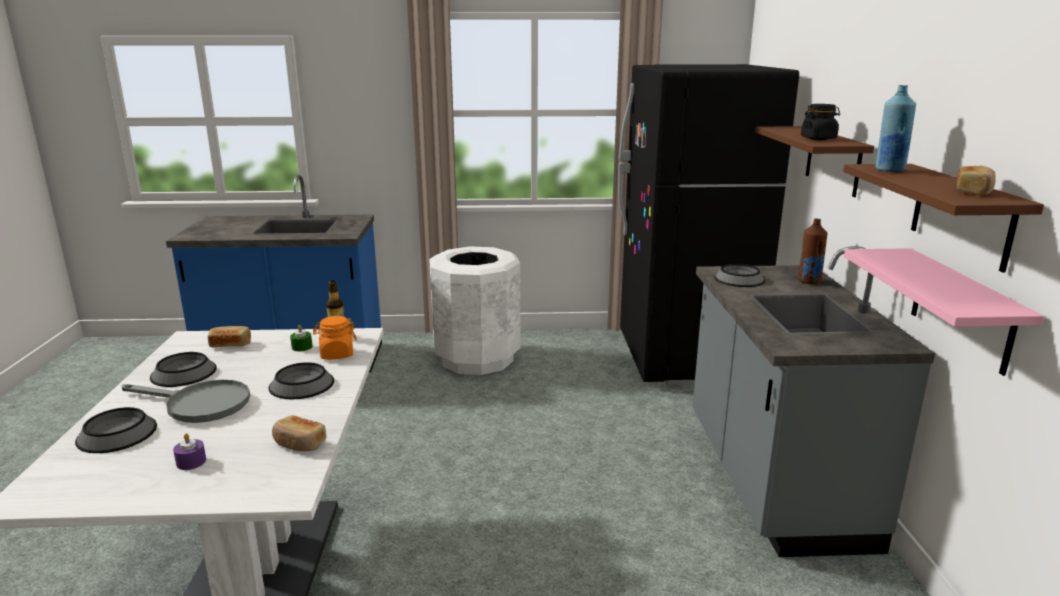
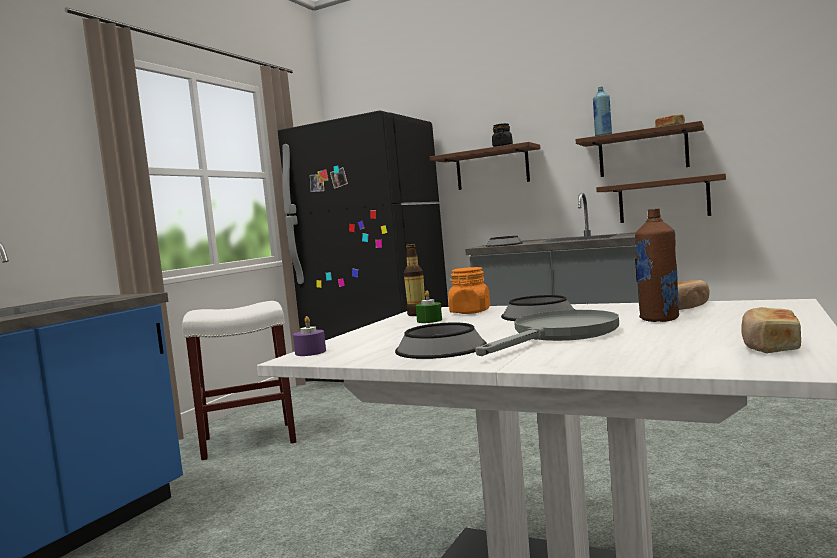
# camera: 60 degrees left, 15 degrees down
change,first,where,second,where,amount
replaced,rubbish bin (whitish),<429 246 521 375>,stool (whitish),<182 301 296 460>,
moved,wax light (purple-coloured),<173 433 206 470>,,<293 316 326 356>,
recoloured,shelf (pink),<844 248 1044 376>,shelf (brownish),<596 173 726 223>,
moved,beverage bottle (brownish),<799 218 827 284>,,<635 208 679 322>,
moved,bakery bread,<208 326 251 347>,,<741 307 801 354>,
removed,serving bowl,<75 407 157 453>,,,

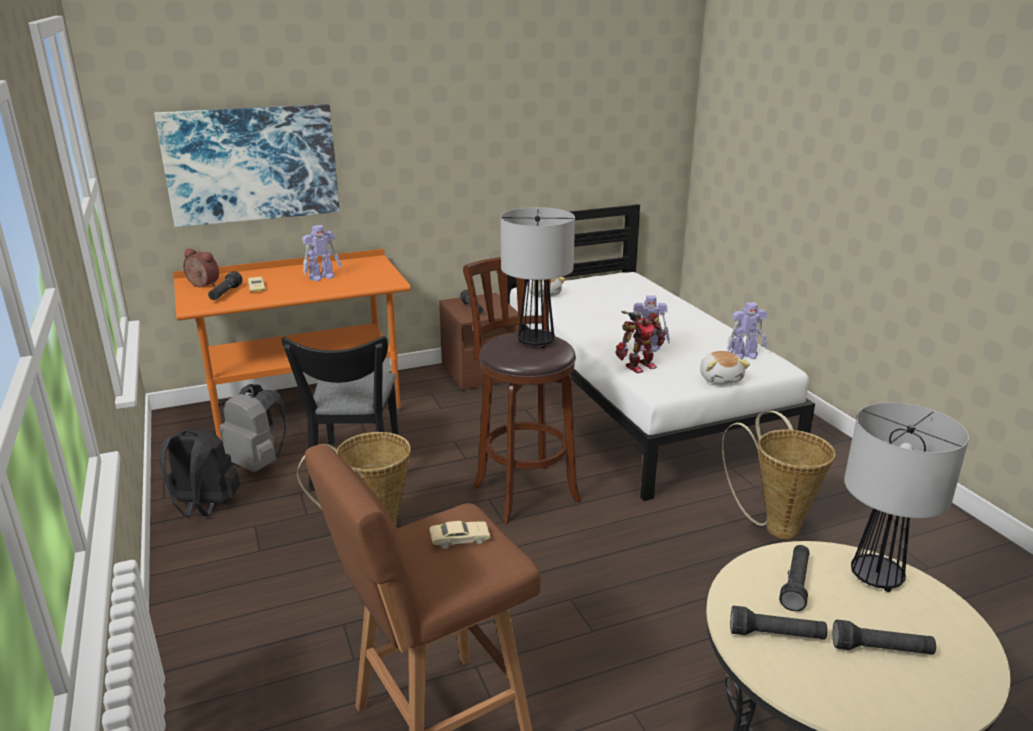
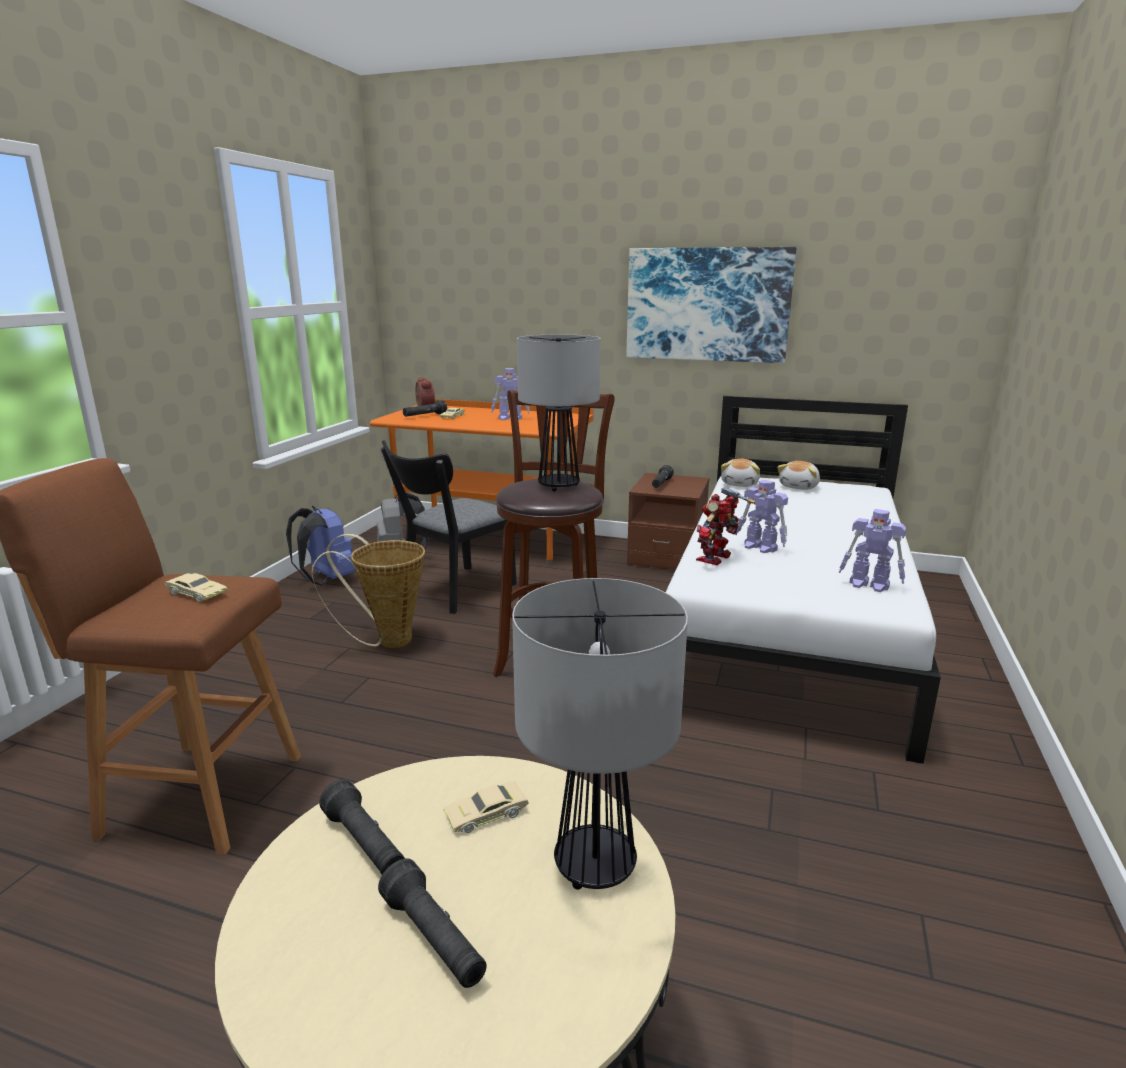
# camera: 40 degrees right, 5 degrees down
change,first,where,second,where,amount
recoloured,knapsack (black),<158 429 240 516>,knapsack (blue),<286 506 356 585>,
replaced,hand torch (black),<779 545 809 611>,toy car (beige-coloured),<443 781 529 833>,
moved,picture,<154 104 340 227>,,<626 247 797 363>,
turned,robot figure,<615 311 666 373>,,<696 487 755 565>,120 degrees clockwise
moved,soft toy,<700 351 750 384>,,<777 461 820 490>,
removed,storage basket,<722 411 835 539>,,,

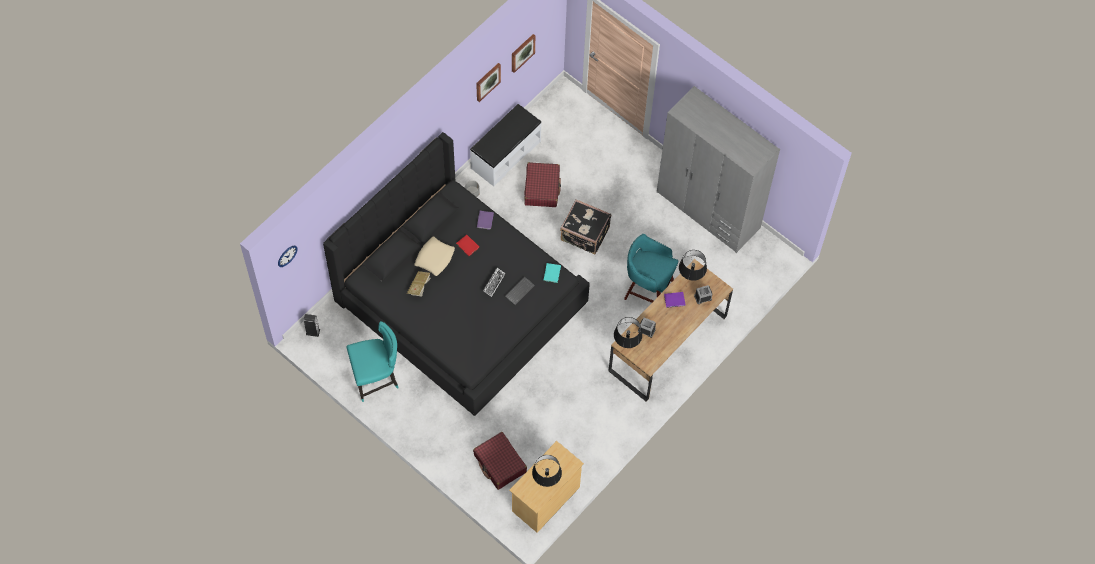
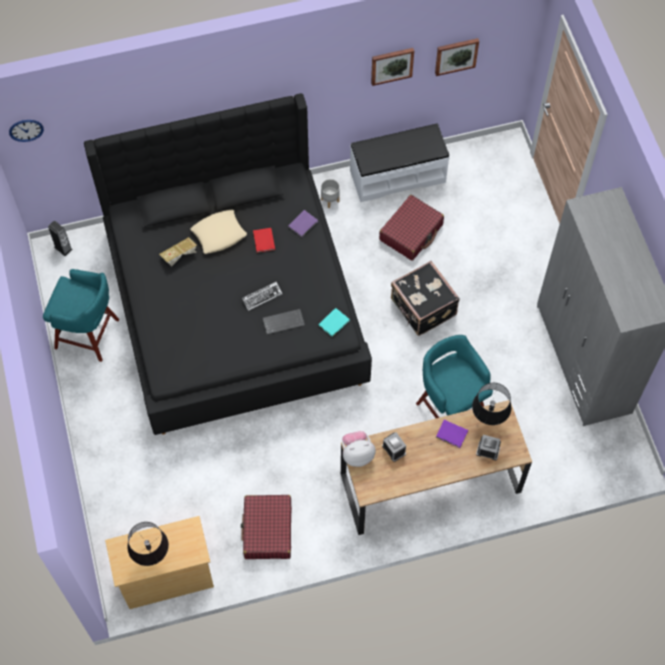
# camera: 35 degrees right, 0 degrees up
change,first,where,second,where,amount
replaced,chair (turquoise),<347 321 399 402>,stool (turquoise),<43 269 119 362>,
moved,piece of luggage (red-coloured),<473 432 527 490>,,<241 495 292 559>,
replaced,tabletop lamp (black),<614 317 642 348>,soft toy,<342 431 376 467>,

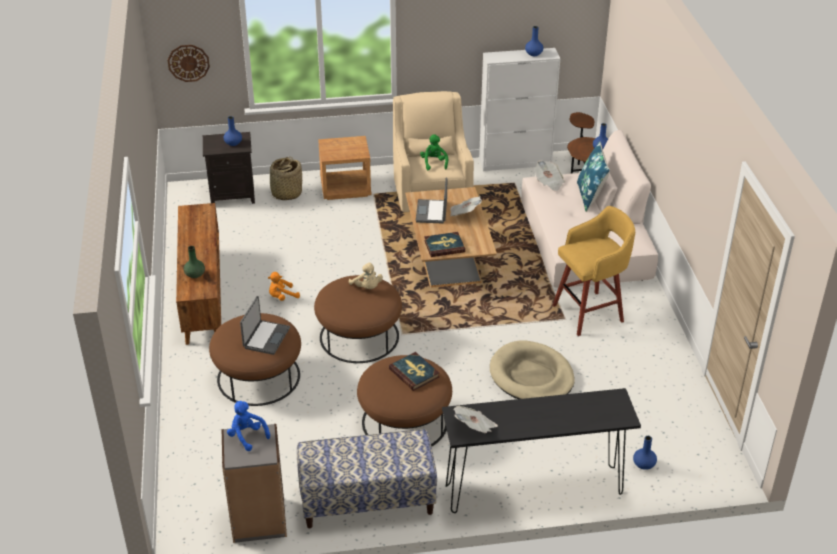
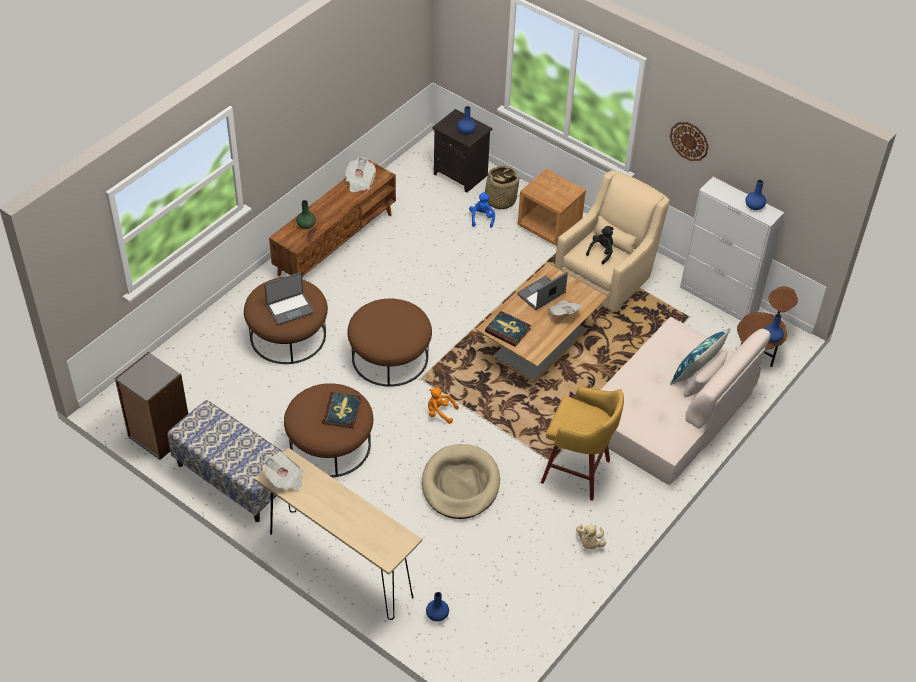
# camera: 45 degrees right, 10 degrees up
change,first,where,second,where,amount
recoloured,hall table (black),<442 388 641 513>,hall table (beige-coloured),<254 448 422 620>,
moved,newspaper,<534 160 565 192>,,<345 157 376 192>,
moved,soft toy (orangey),<268 272 300 301>,,<428 388 459 424>,
moved,soft toy (blue),<227 401 270 451>,,<469 192 495 228>,
moved,soft toy (beige-coloured),<349 262 383 289>,,<576 524 606 549>,
recoloured,soft toy (green),<420 134 448 170>,soft toy (black),<586 226 614 265>,
moved,wall clock,<168 45 210 82>,,<670 122 709 161>,

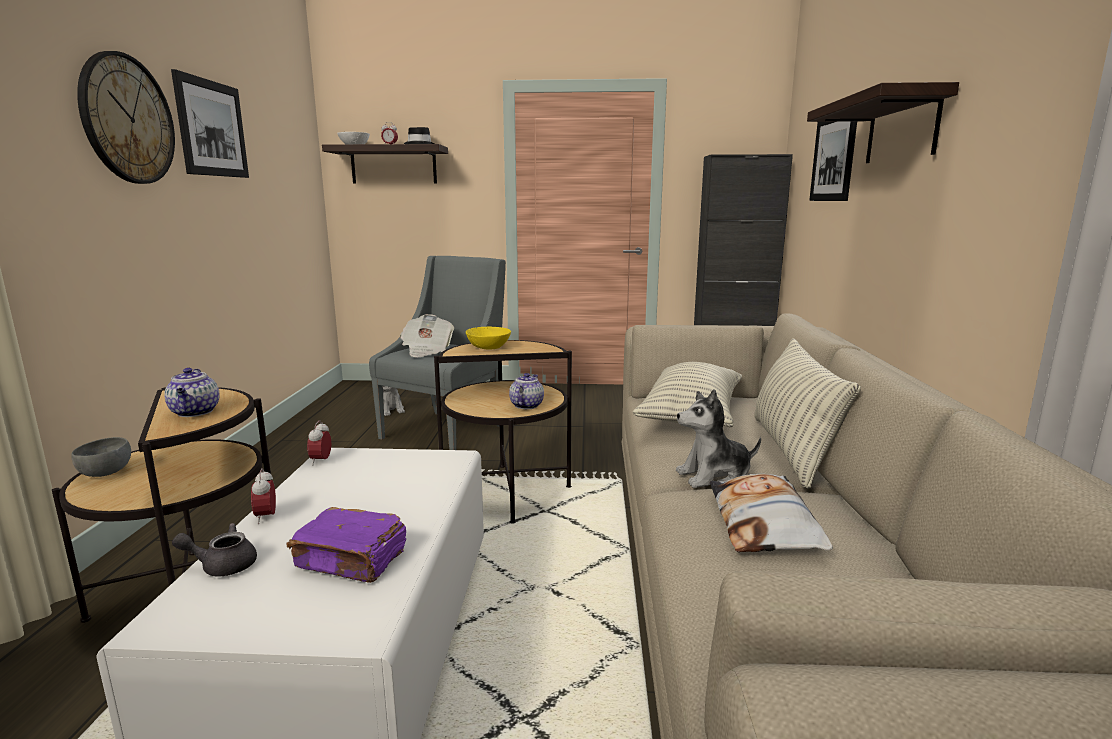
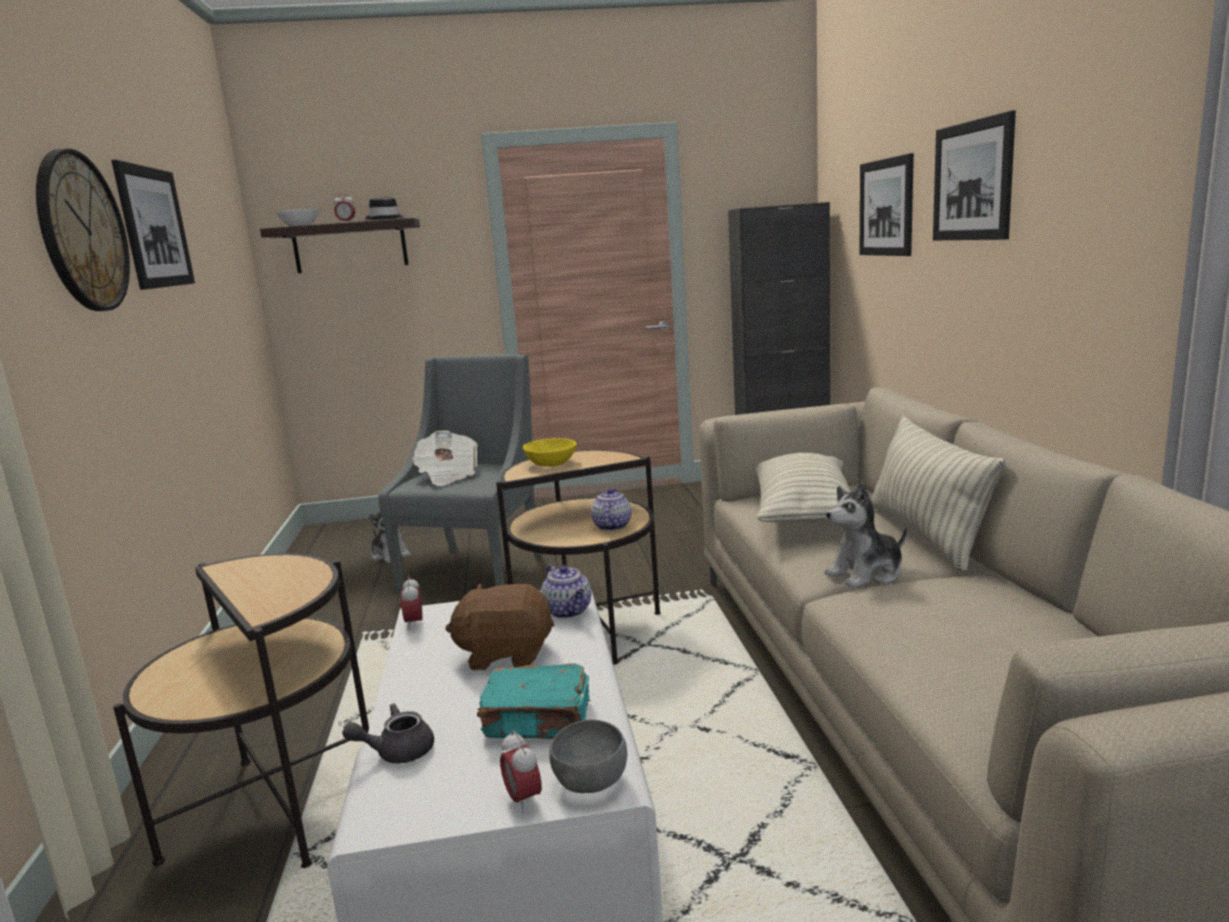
# camera: 10 degrees left, 0 degrees up
change,first,where,second,where,amount
added,,,soft toy (brownish),<445 584 554 670>,
recoloured,volume (purple-coloured),<286 507 406 583>,volume (turquoise),<477 663 591 739>,
moved,alarm clock,<251 468 276 524>,,<500 730 542 813>,
moved,teapot,<164 368 220 417>,,<541 564 591 618>,
moved,serving bowl (grey),<71 437 131 477>,,<549 720 627 793>,
replaced,shelf,<807 82 959 163>,picture,<933 110 1016 240>,
removed,cushion,<709 474 833 552>,,,

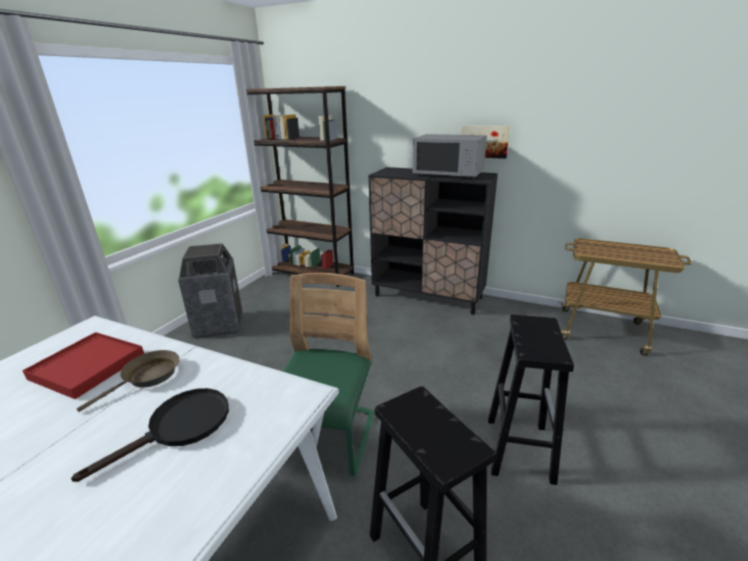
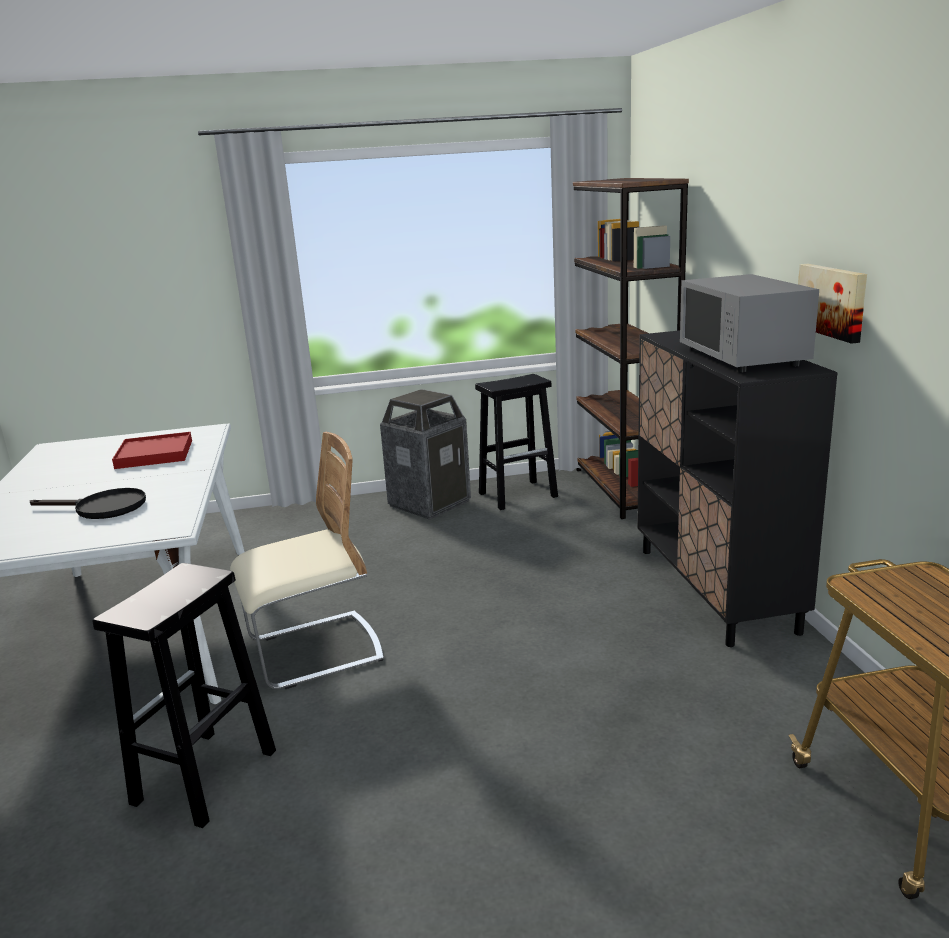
# camera: 55 degrees right, 5 degrees down
change,first,where,second,where,amount
recoloured,chair (green),<283 273 375 476>,chair (beige-coloured),<230 432 384 689>,
moved,stool (black),<488 315 574 485>,,<475 374 558 510>,
removed,frying pan (brownish),<77 350 179 412>,,,

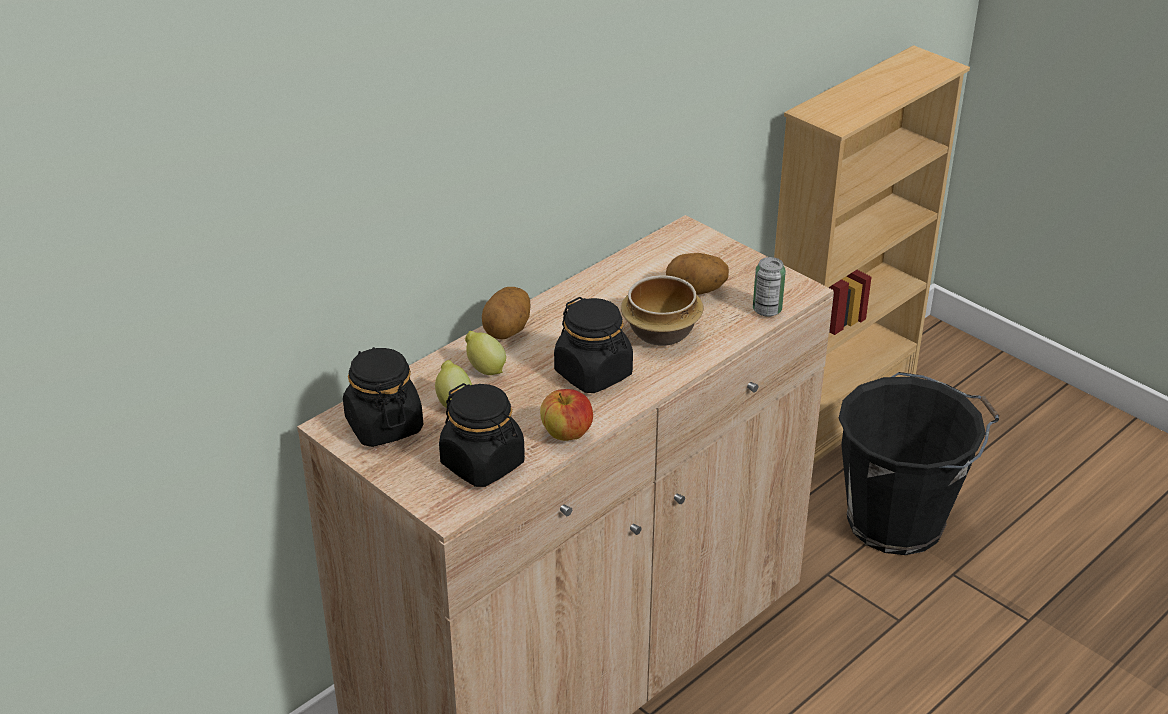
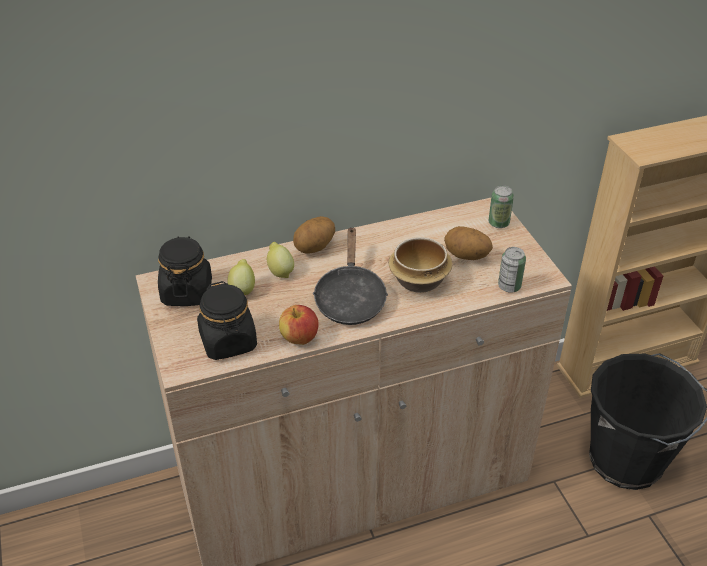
# camera: 25 degrees right, 5 degrees up
change,first,where,second,where,amount
replaced,jar (black),<554 297 633 393>,frying pan (black),<313 227 388 325>,
added,,,can,<488 185 514 228>,

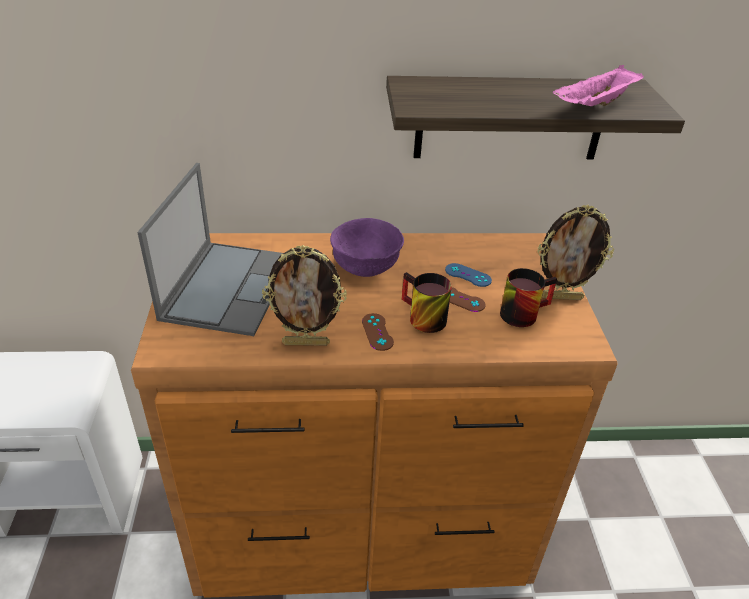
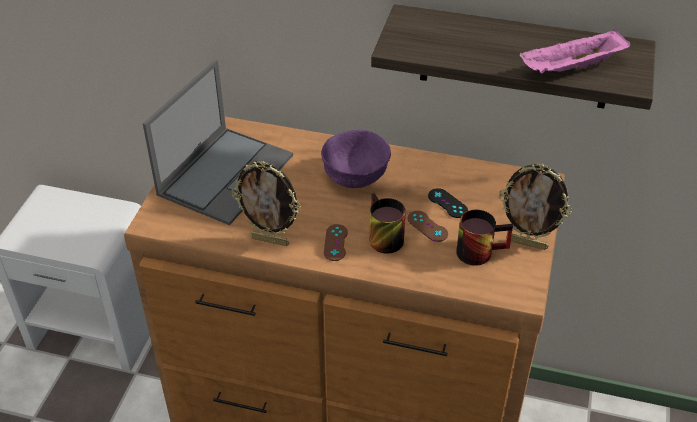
# camera: 20 degrees right, 5 degrees up
change,first,where,second,where,amount
recoloured,game controller (blue),<445 263 492 287>,game controller (black),<428 188 468 218>,

